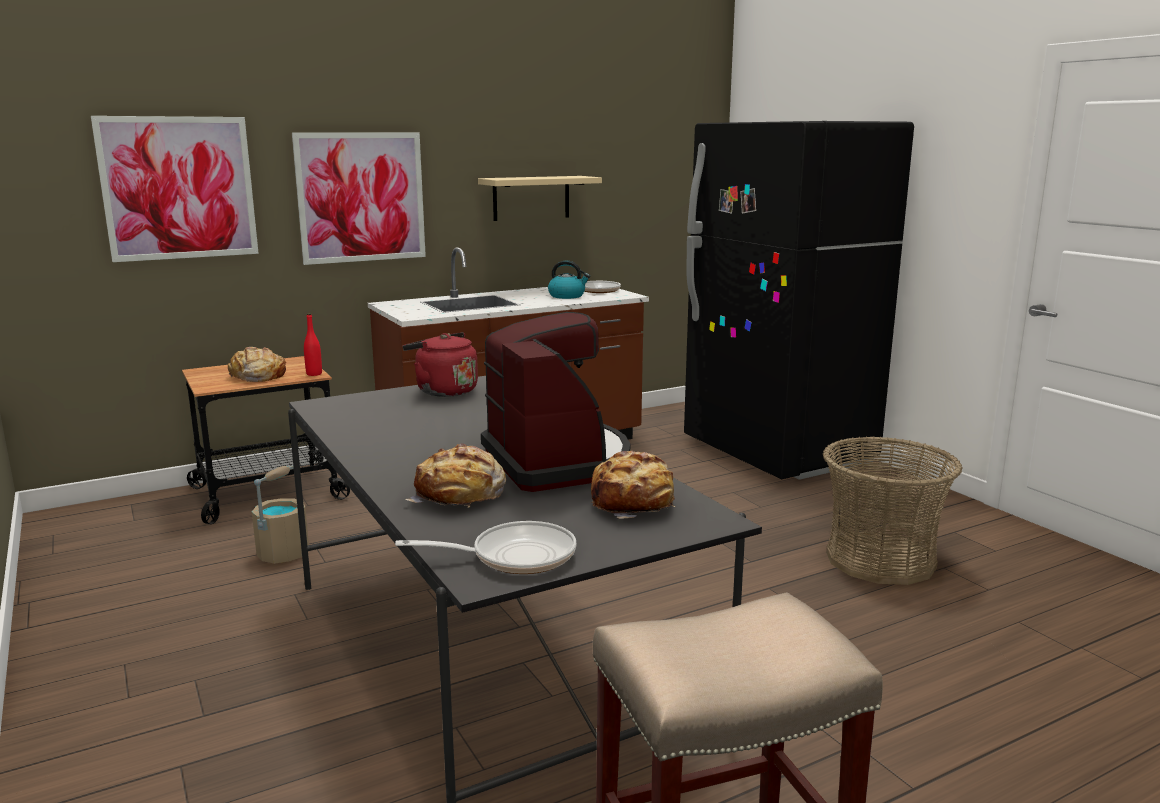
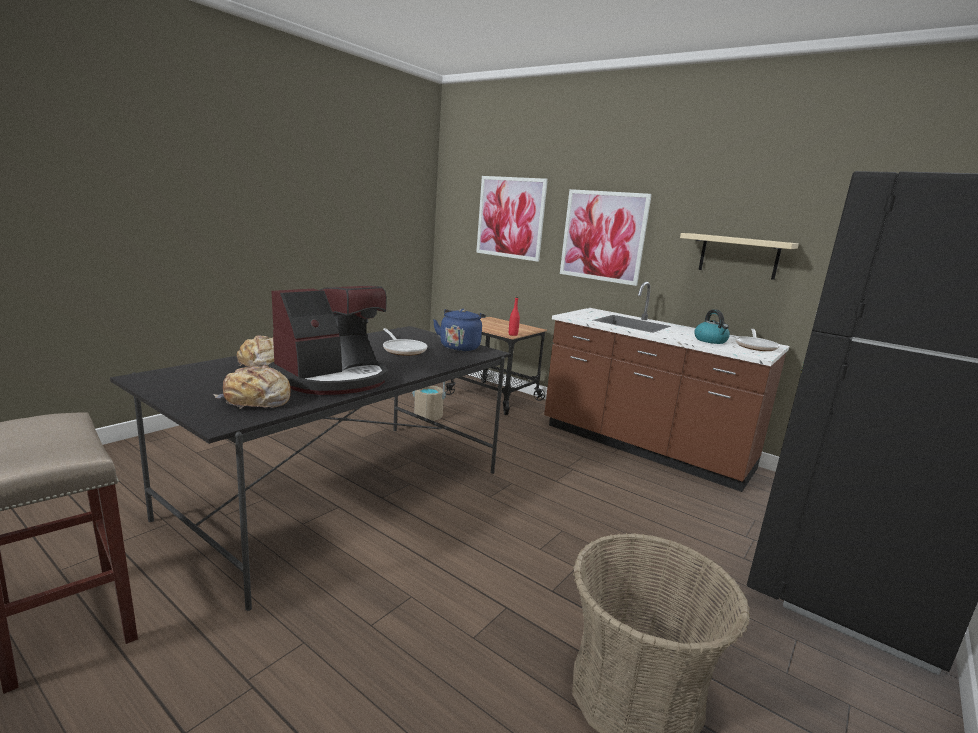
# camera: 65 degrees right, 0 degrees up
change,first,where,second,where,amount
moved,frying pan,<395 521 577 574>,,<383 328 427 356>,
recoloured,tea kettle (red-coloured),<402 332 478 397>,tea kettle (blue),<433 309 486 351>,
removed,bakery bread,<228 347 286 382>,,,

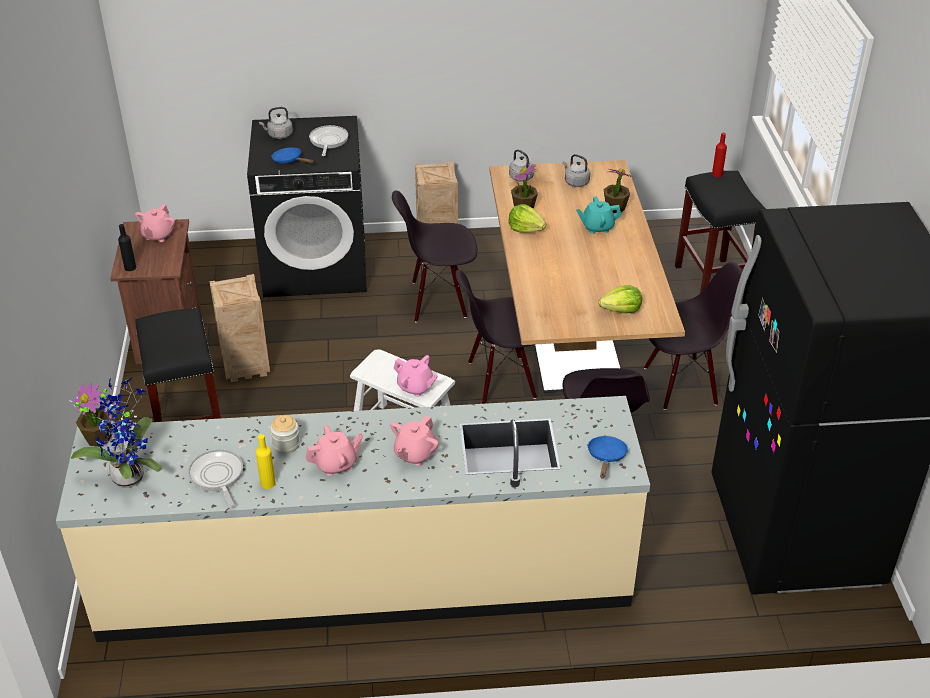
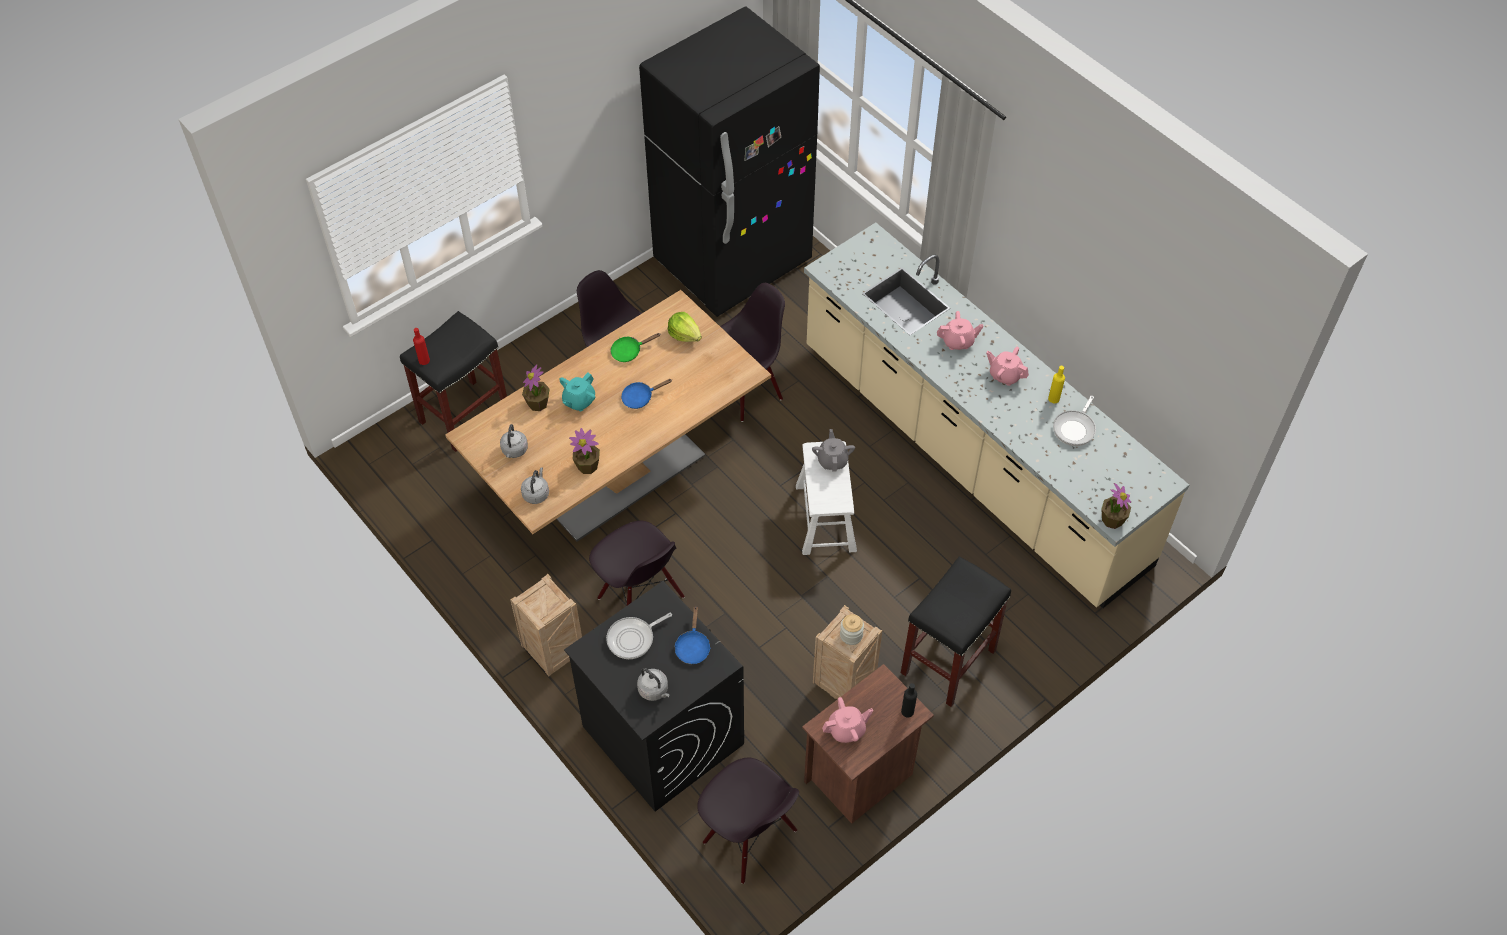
# camera: 125 degrees left, 15 degrees up
change,first,where,second,where,amount
turned,teapot (turquoise),<576 196 621 234>,,<559 372 595 411>,75 degrees clockwise
added,,,frying pan (green),<610 333 660 362>,
moved,frying pan (blue),<587 436 629 479>,,<621 379 672 409>,
moved,chair (black),<456 270 537 404>,,<697 757 799 884>,
recoloured,teapot (pink),<394 355 438 397>,teapot (grey),<812 429 855 471>,
moved,jar,<270 415 300 454>,,<840 614 864 645>,
removed,potted plant,<69 377 162 488>,,,
removed,lettuce head,<508 204 546 233>,,,

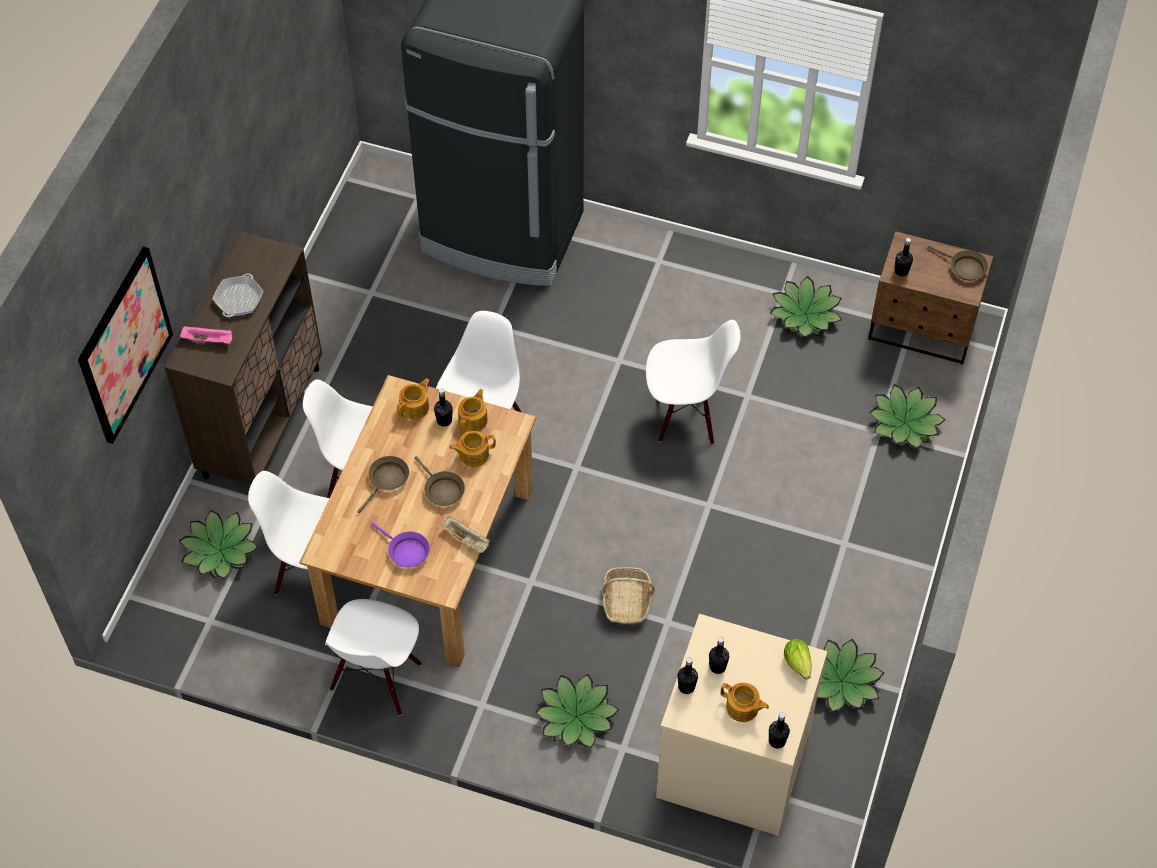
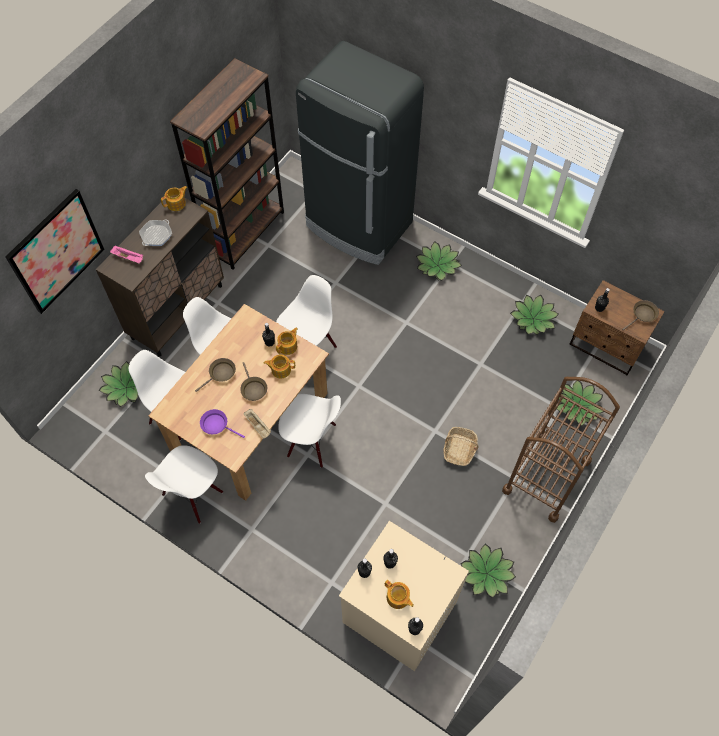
# camera: 15 degrees right, 5 degrees up
change,first,where,second,where,amount
moved,teapot,<397 378 430 420>,,<161 186 188 211>,
added,,,shelving unit (brownish),<170 58 284 270>,
turned,frying pan (purple-coloured),<371 522 430 568>,,<200 409 245 438>,150 degrees clockwise
moved,chair (whitish),<646 320 740 445>,,<278 394 341 468>,
moved,potted plant,<535 674 619 748>,,<416 241 462 281>,
moved,storage basket,<602 567 655 624>,,<444 427 479 466>,
added,,,wheeled cart (brownish),<502 377 620 523>,
turned,frying pan (brownish),<928 245 988 281>,,<622 300 659 330>,90 degrees counterclockwise
removed,lettuce head,<784 639 812 680>,,,

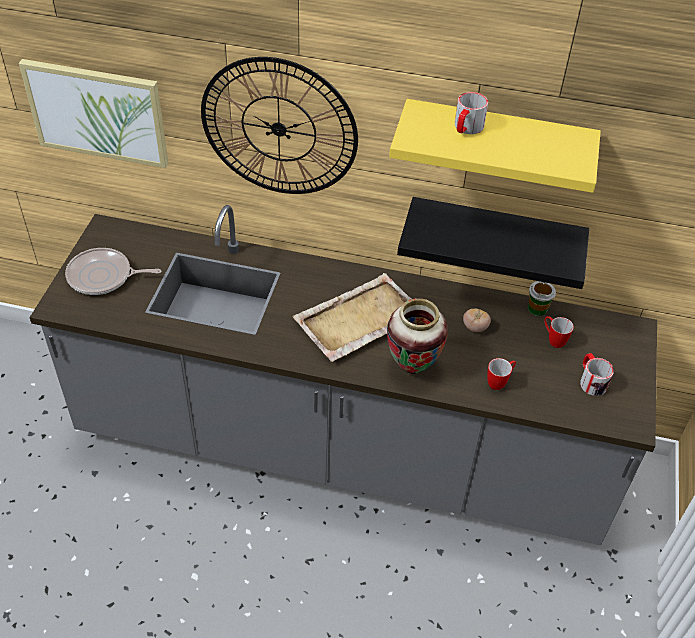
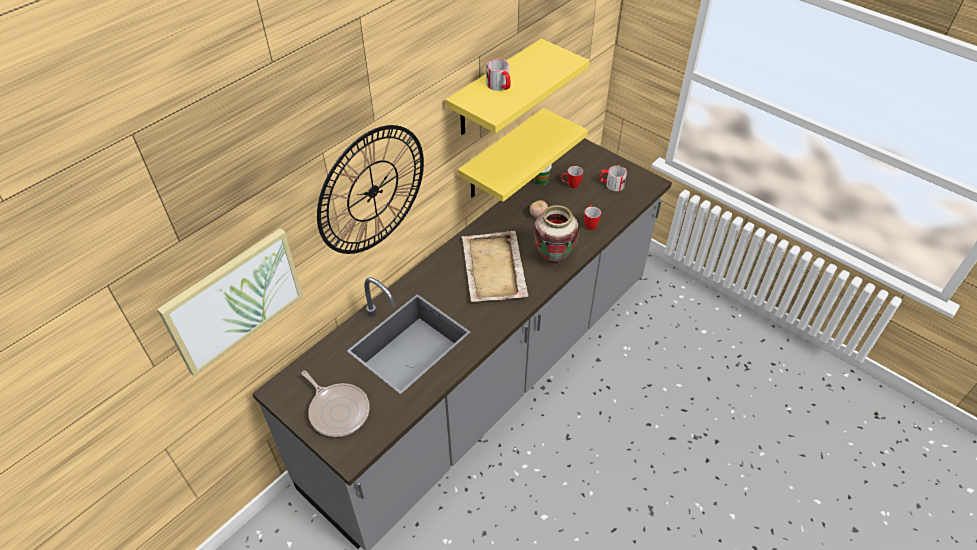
# camera: 60 degrees left, 0 degrees up
change,first,where,second,where,amount
turned,frying pan,<65 248 162 295>,,<301 371 370 437>,75 degrees counterclockwise
recoloured,shelf (black),<397 197 589 289>,shelf (yellow),<458 108 588 202>,

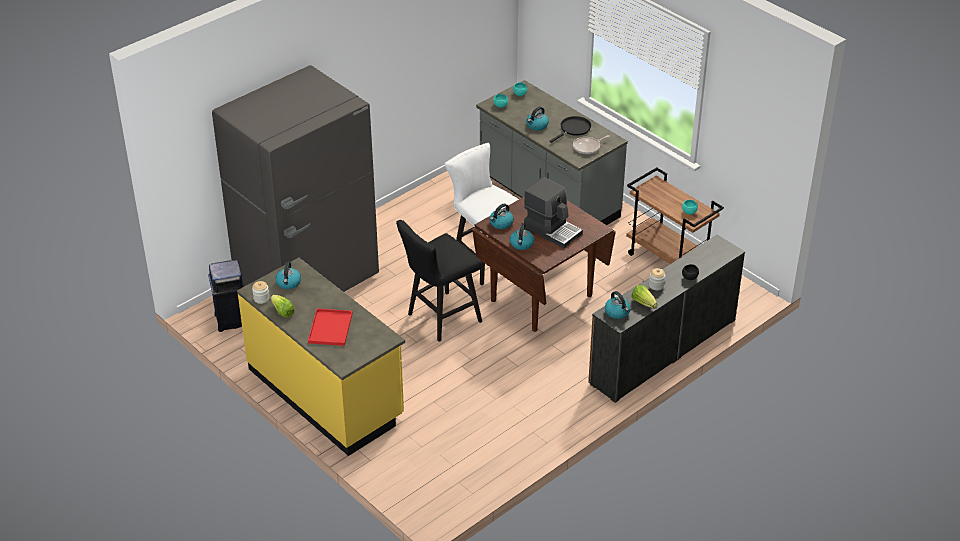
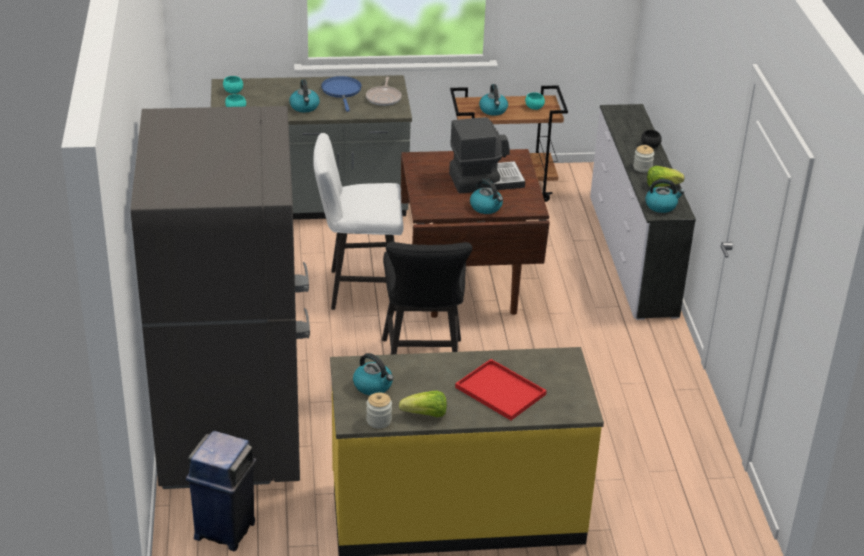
# camera: 55 degrees left, 5 degrees down
change,first,where,second,where,amount
recoloured,frying pan (black),<549 116 591 143>,frying pan (blue),<321 76 362 112>,
moved,tea kettle,<489 204 514 229>,,<479 84 508 116>,
recoloured,dresser (brownish),<588 235 745 403>,dresser (whitish),<590 104 696 320>,

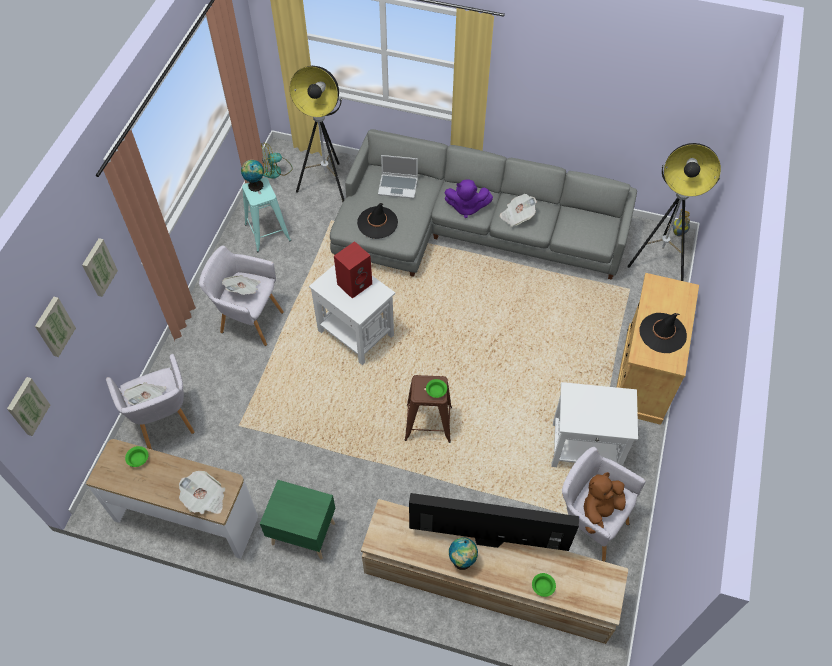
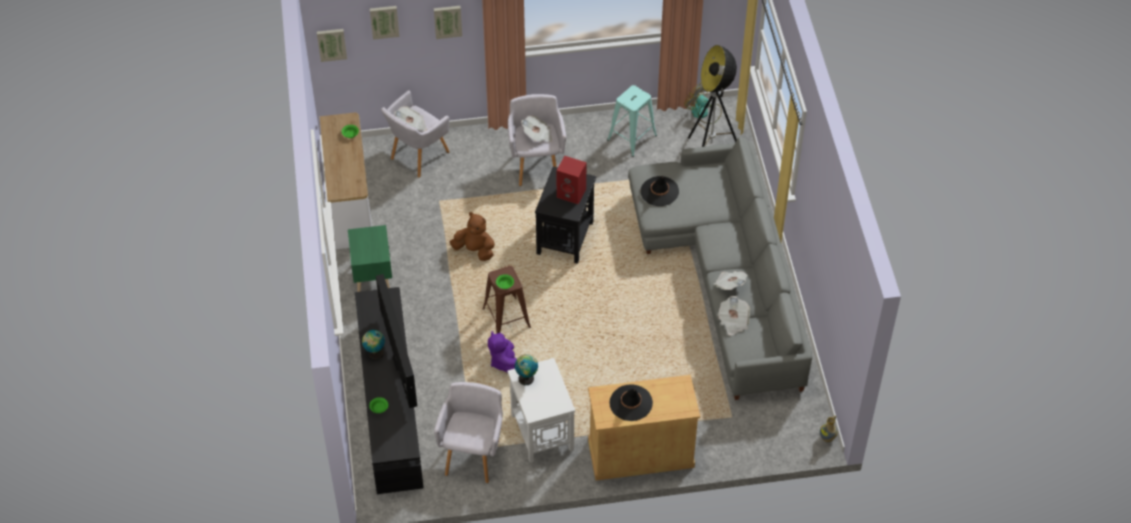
# camera: 65 degrees right, 5 degrees down
change,first,where,second,where,amount
recoloured,tv unit (beige-coloured),<361 499 628 644>,tv unit (black),<355 287 424 494>,
moved,soft toy (brownish),<584 472 626 534>,,<450 212 495 261>,
moved,soft toy (purple-coloured),<445 180 493 218>,,<488 331 517 373>,
moved,desk globe,<241 160 264 192>,,<515 354 538 385>,
recoloured,accent table (whitish),<309 264 395 365>,accent table (black),<535 167 596 264>,
moved,newspaper,<179 471 225 514>,,<718 296 750 336>,
removed,portable computer,<378 155 418 199>,,,
removed,standing lamp,<627 143 721 281>,,,

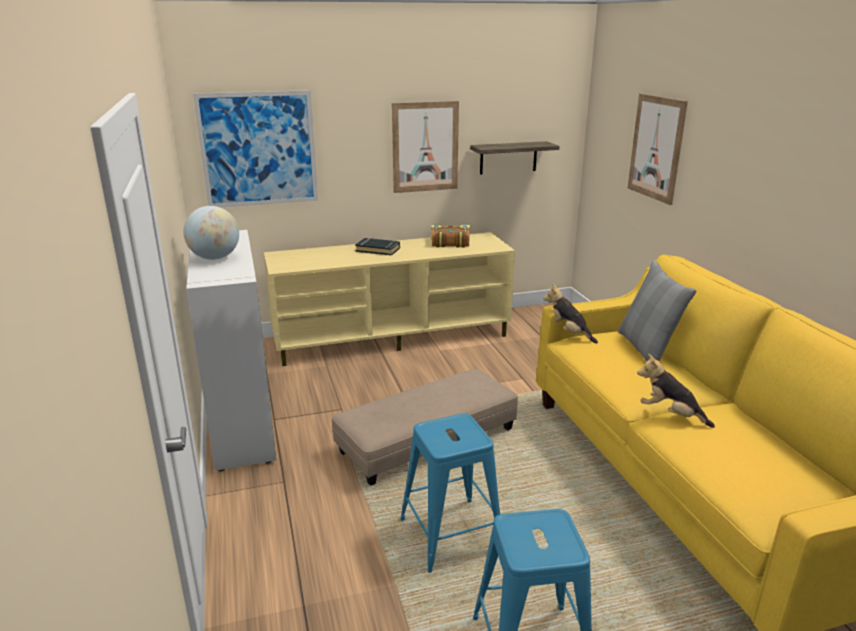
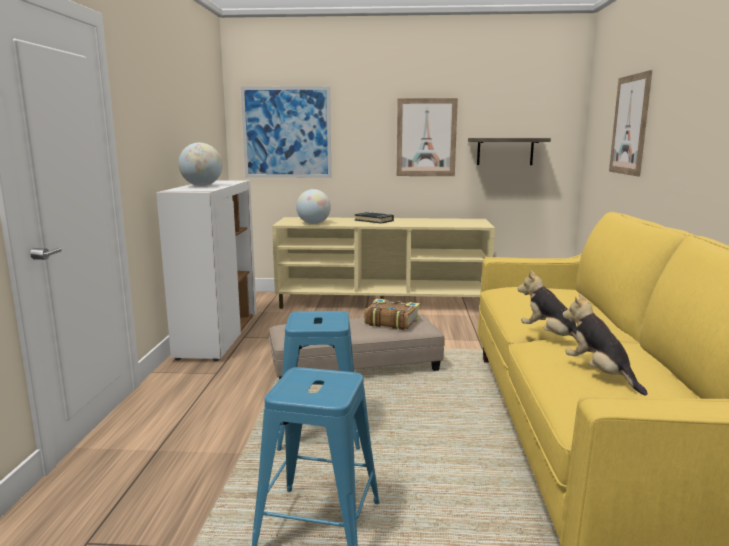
# camera: 20 degrees right, 10 degrees down
change,first,where,second,where,amount
added,,,desk globe,<296 189 331 224>,
moved,volume,<431 225 470 248>,,<364 299 420 330>,
moved,soft toy,<543 284 598 344>,,<562 293 648 395>,
removed,cushion (grey),<618 260 697 361>,,,

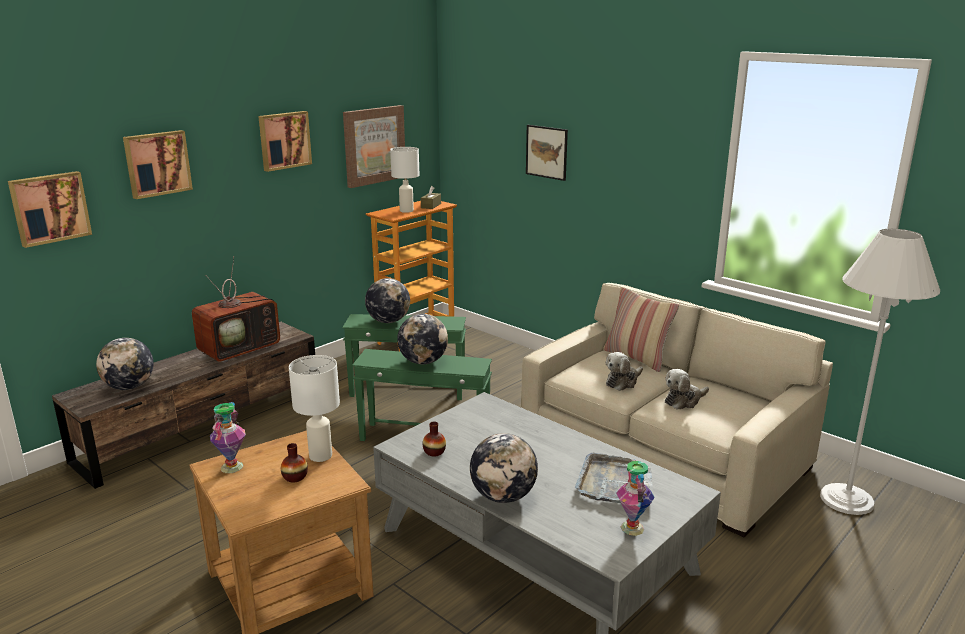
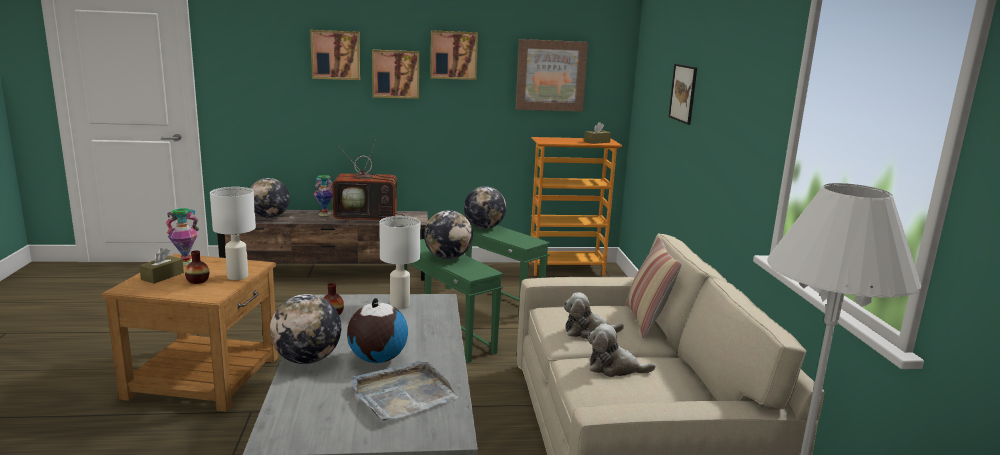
# camera: 40 degrees right, 5 degrees down
change,first,where,second,where,amount
added,,,tissue holder (brownish),<139 248 184 284>,
moved,decorative vase,<616 460 655 536>,,<314 175 333 216>,
added,,,desk globe,<347 298 408 363>,
moved,picture,<8 171 92 248>,,<372 50 419 99>,
moved,tabletop lamp (whitish),<390 147 419 213>,,<379 216 420 309>,

